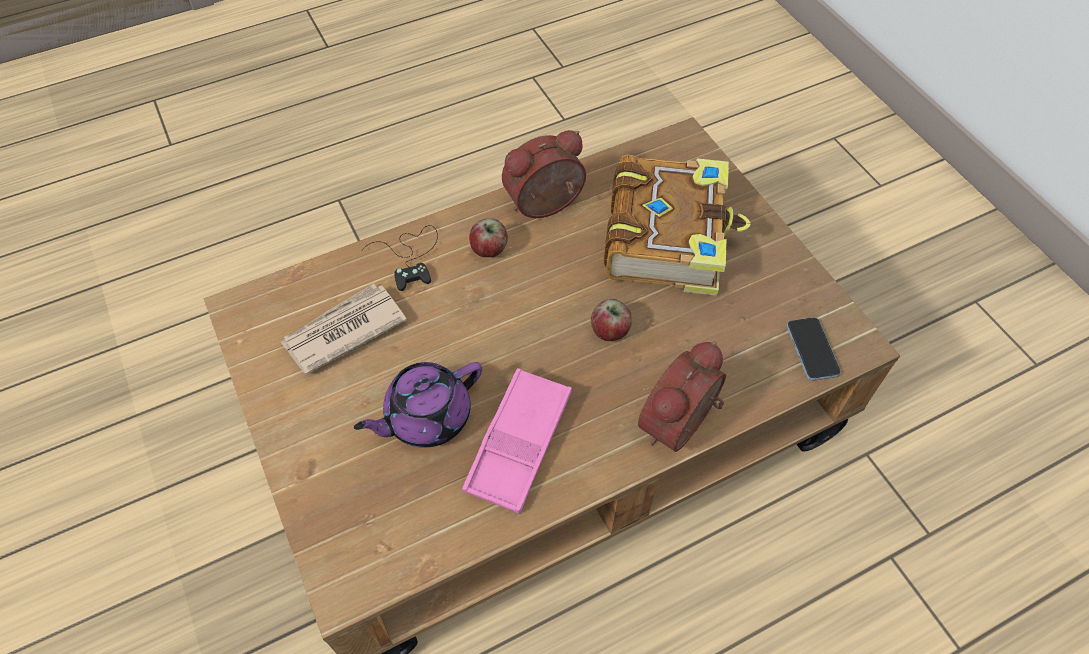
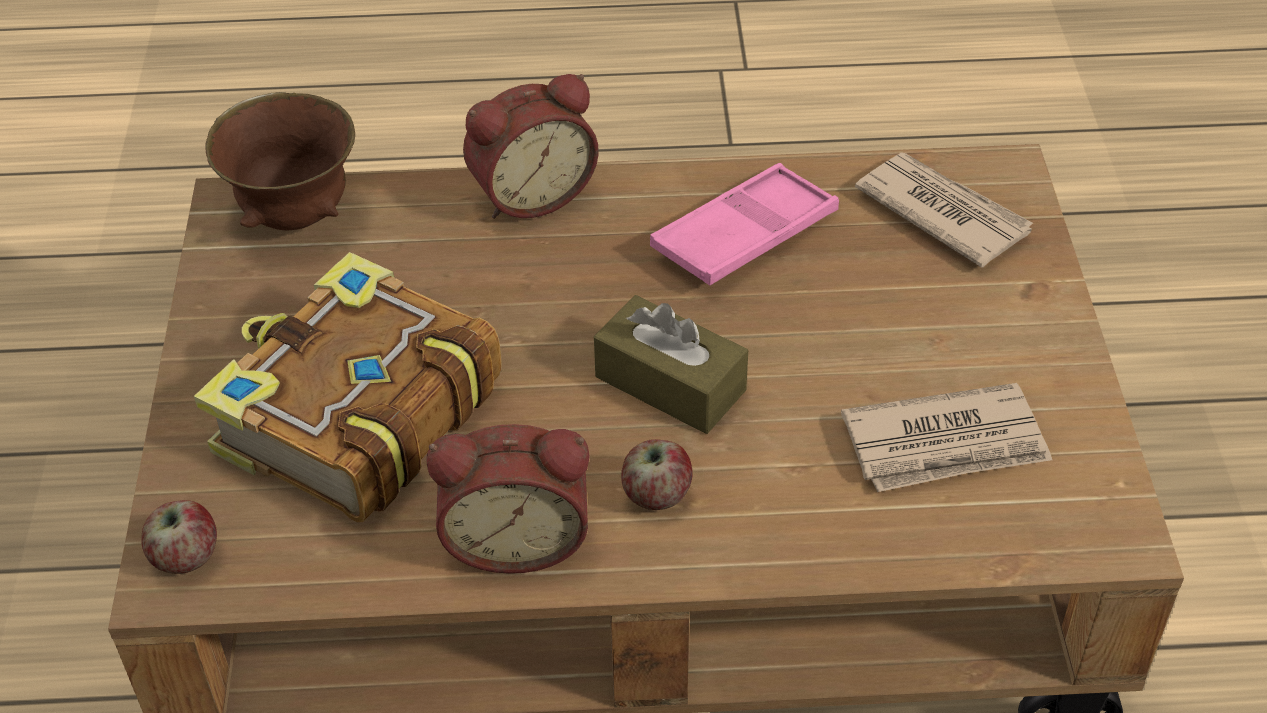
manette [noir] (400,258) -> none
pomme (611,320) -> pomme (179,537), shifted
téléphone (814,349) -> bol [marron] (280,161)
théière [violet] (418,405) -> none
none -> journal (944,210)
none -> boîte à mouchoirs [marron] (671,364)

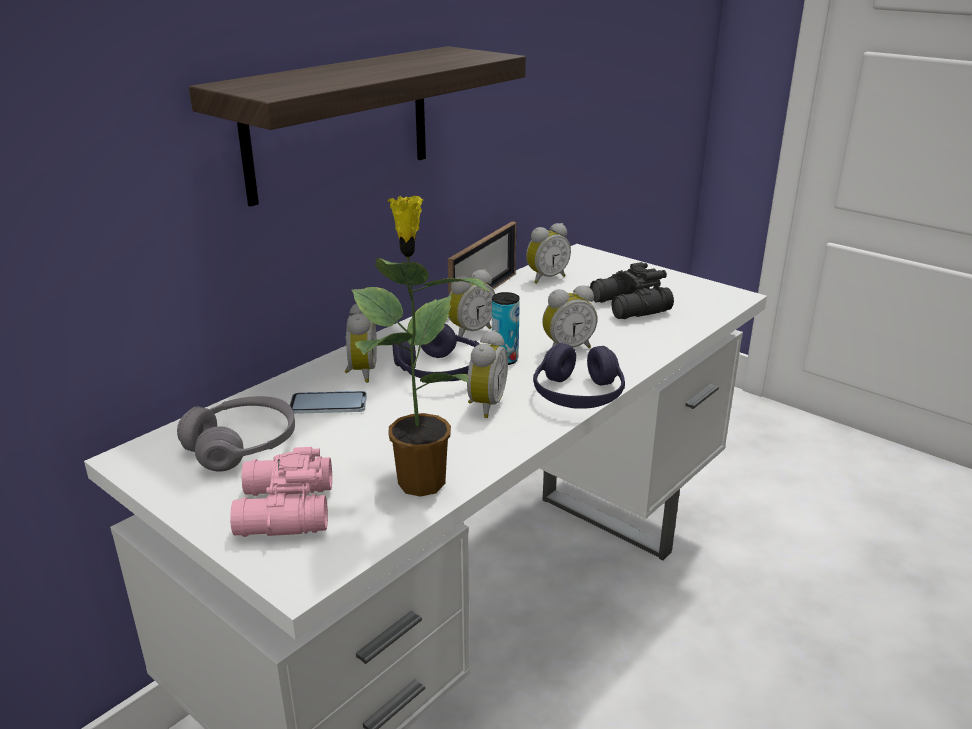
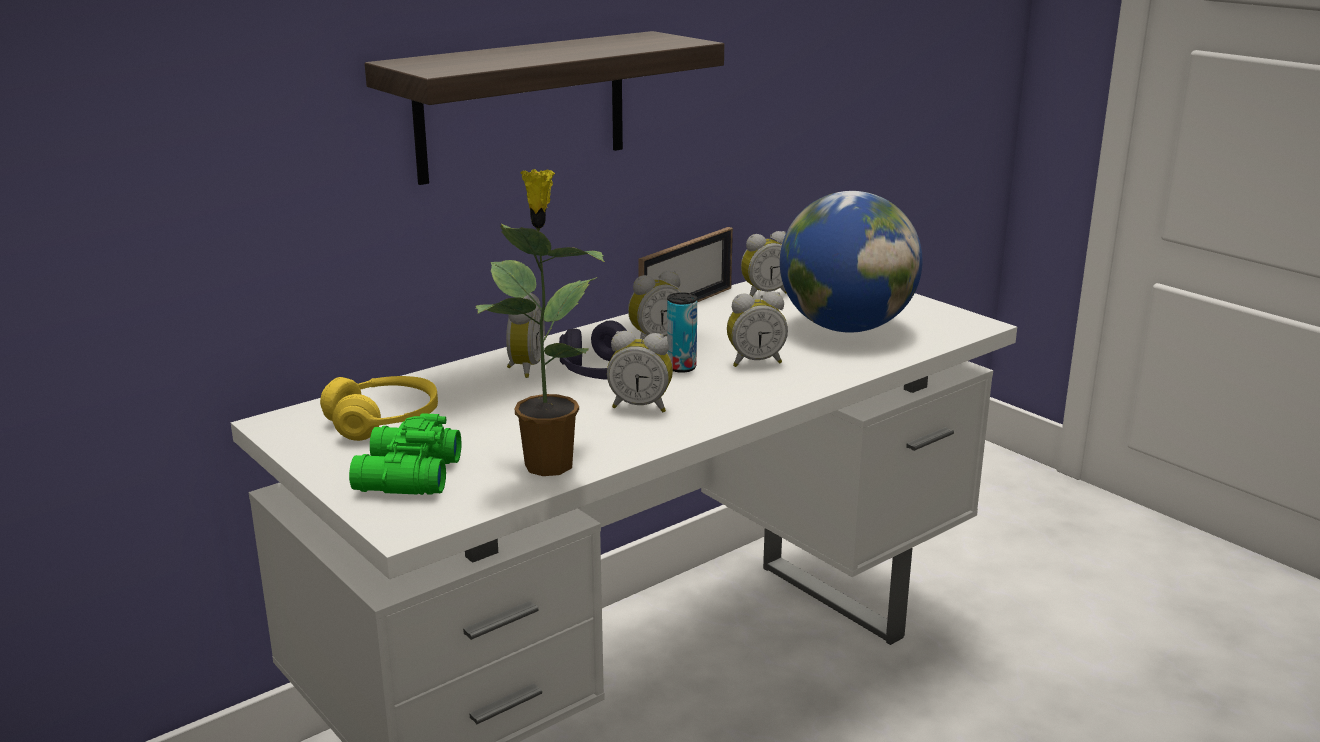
jumelles [noir] (632,290) -> globe (851,261)
réveil (487,374) -> réveil (640,371), 75 degrees clockwise
casque audio [violet] (579,376) -> none
téléphone (328,402) -> none
casque audio [gris] (236,434) -> casque audio [jaune] (379,408)
jumelles [rose] (281,492) -> jumelles [vert] (405,454)

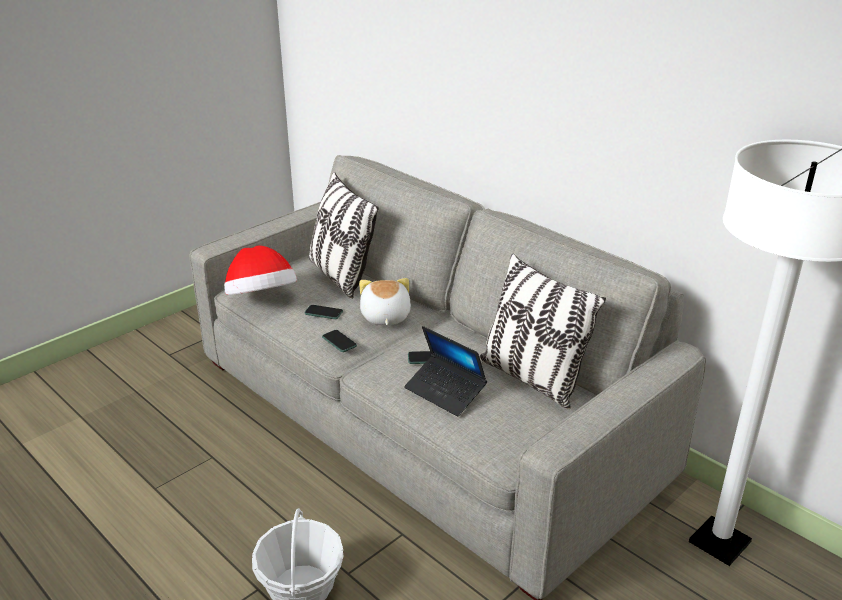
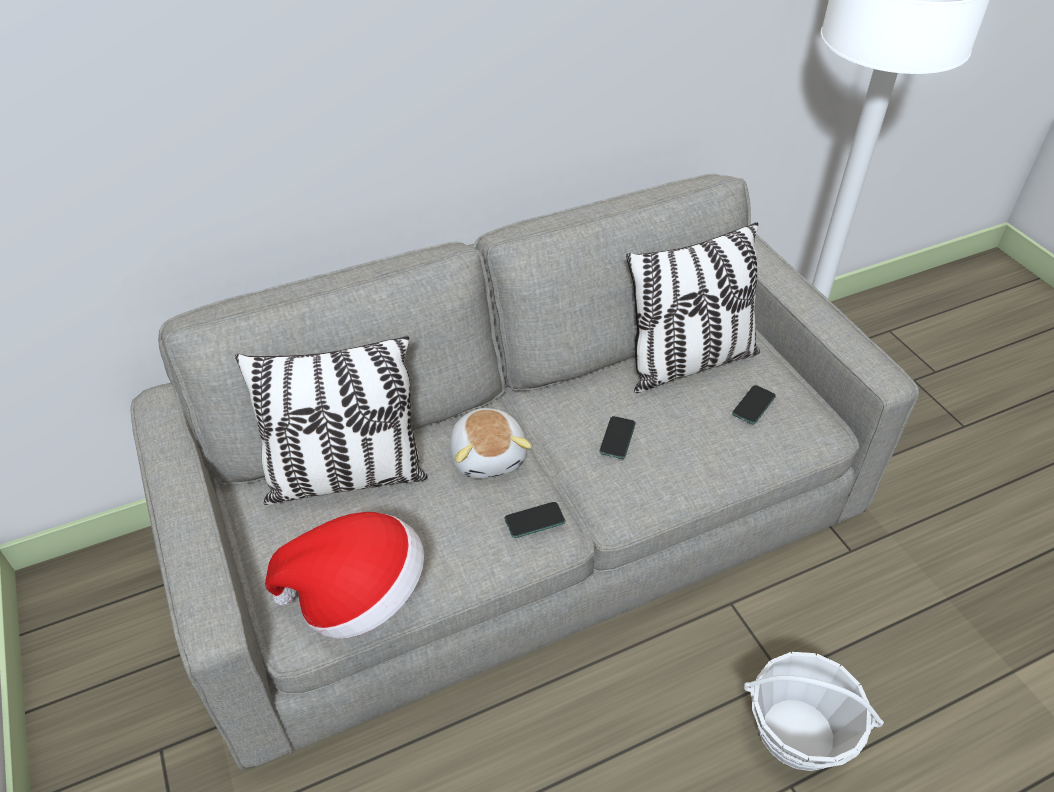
peluche (385,302) -> peluche (490,443), 120 degrees counterclockwise
téléphone (323,312) -> téléphone (754,404), shifted
ordinateur portable (445,371) -> none

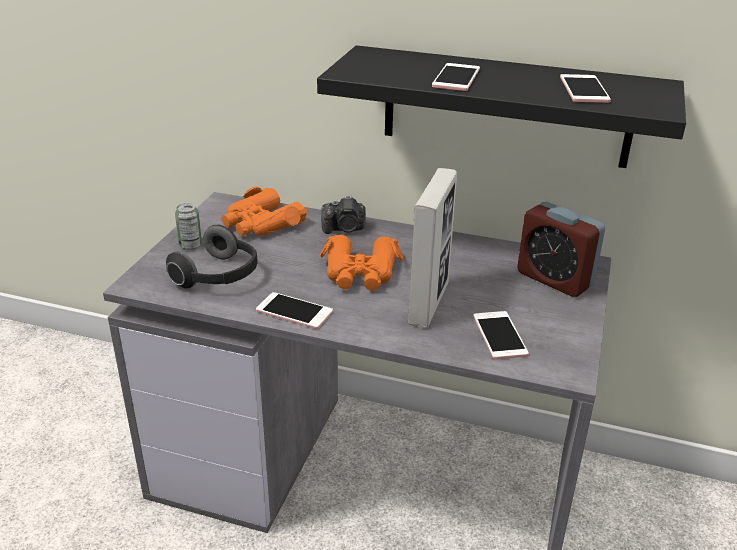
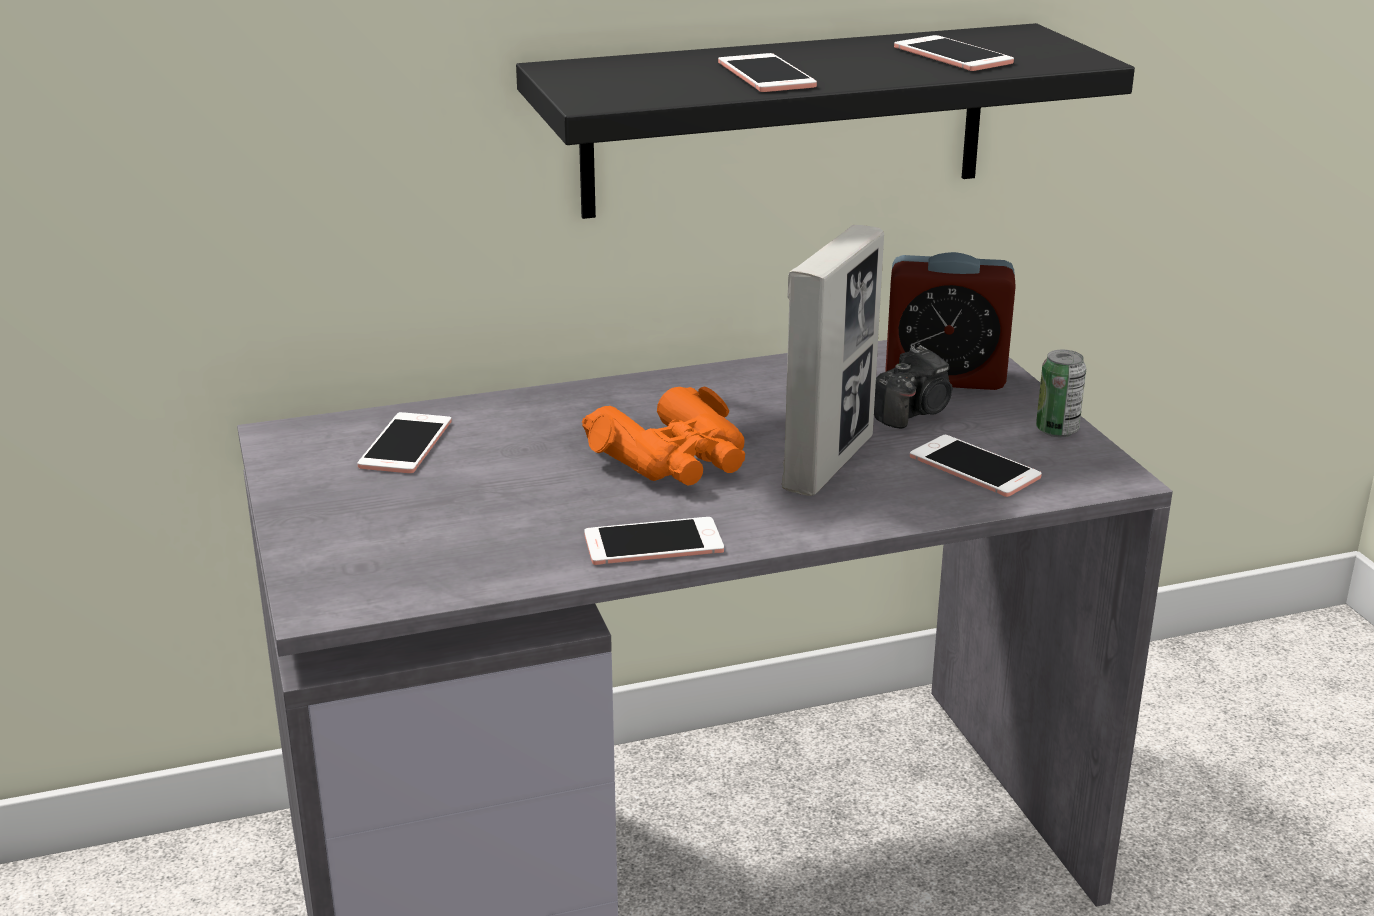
cadre photo (432,248) -> cadre photo (833,360), 45 degrees clockwise
jumelles [orange] (264,211) -> téléphone (405,442)
appareil photo (343,215) -> appareil photo (913,387), shifted
boîte métallique (188,226) -> boîte métallique (1061,393), shifted
casque audio (212,257) -> none

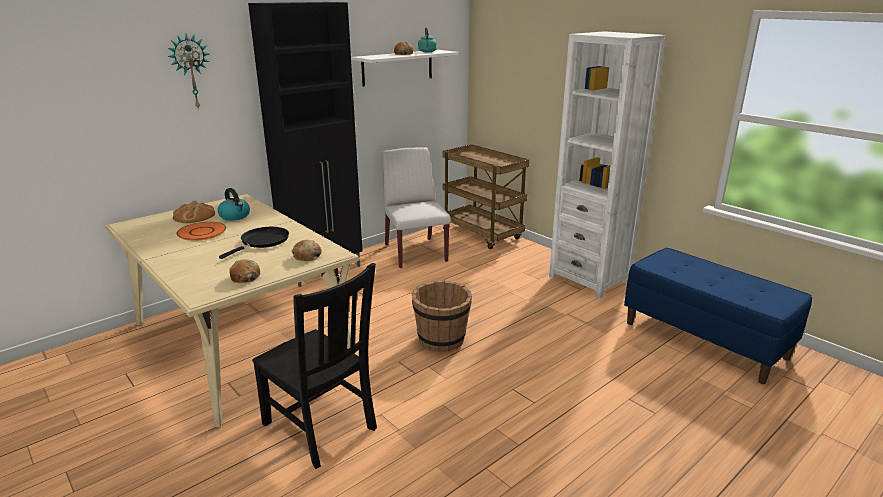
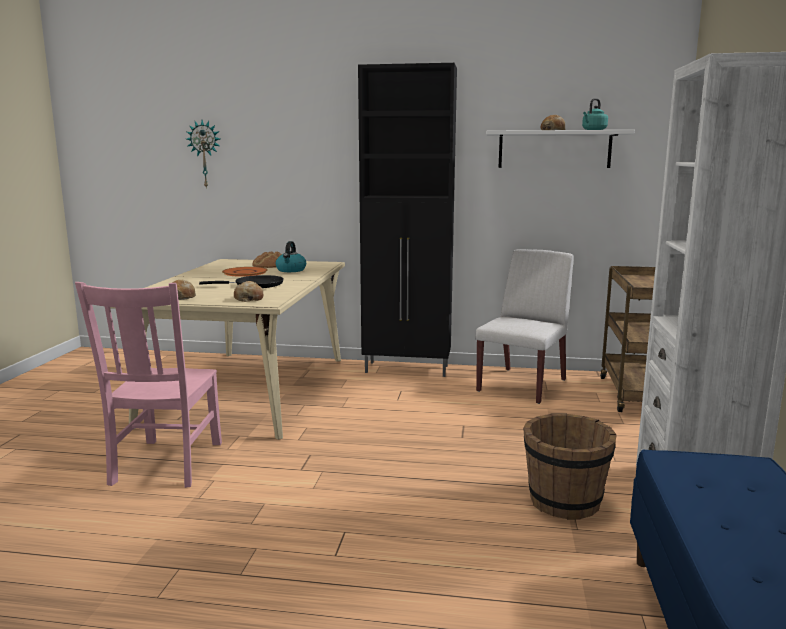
horloge murale (188,72) -> horloge murale (203,154), shifted
chaise [noir] (314,366) -> chaise [rose] (148,385)
seau [marron] (442,316) -> seau [marron] (570,466), shifted

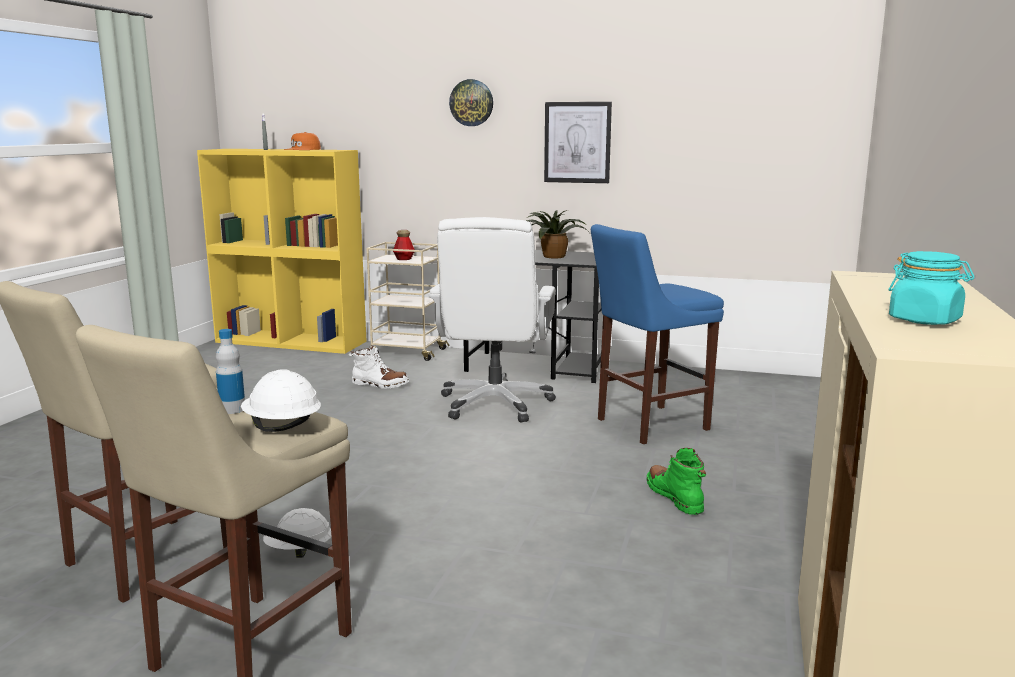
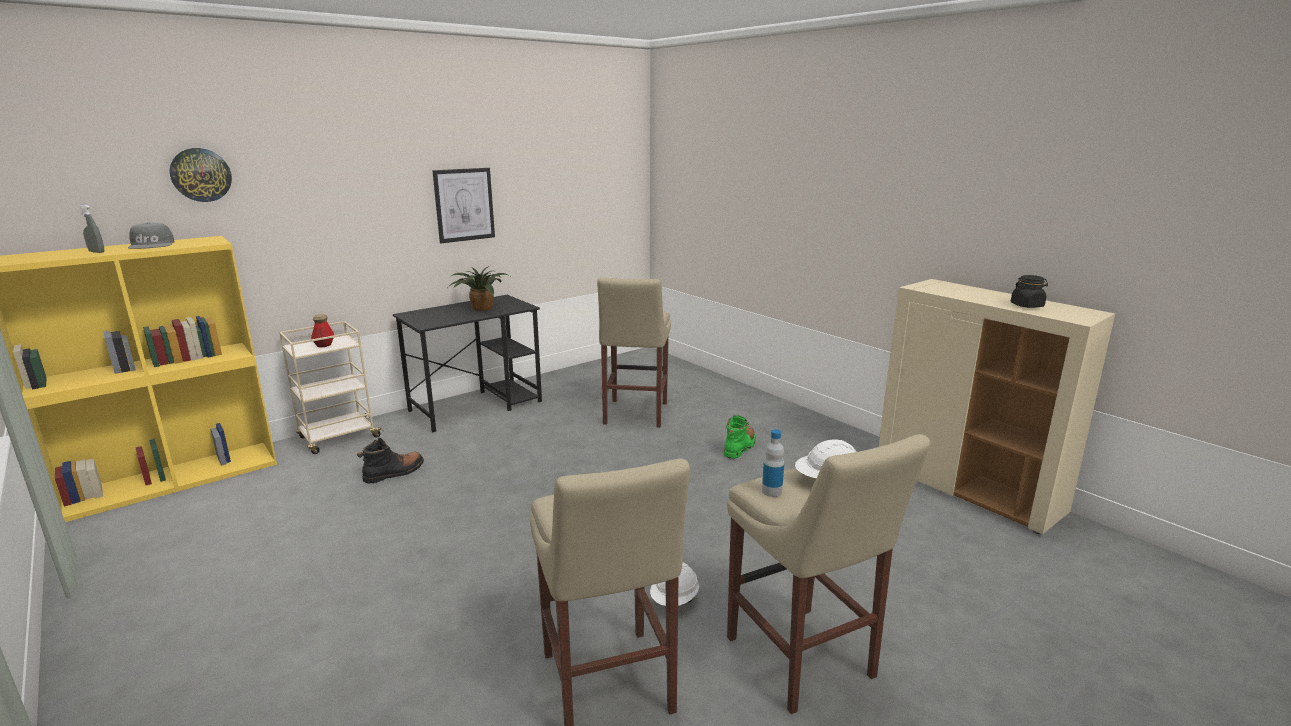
horloge murale (471,102) -> horloge murale (201,175), shifted
casquette [orange] (302,141) -> casquette [gris] (151,235)
chaise de bureau [blanc] (492,320) -> none
tabouret [bleu] (657,334) -> tabouret [beige] (634,352)
bocal [turquoise] (931,288) -> bocal [noir] (1029,291)
botte [blanc] (379,367) -> botte [noir] (390,460)
botte [vert] (676,481) -> botte [vert] (740,437), 105 degrees clockwise

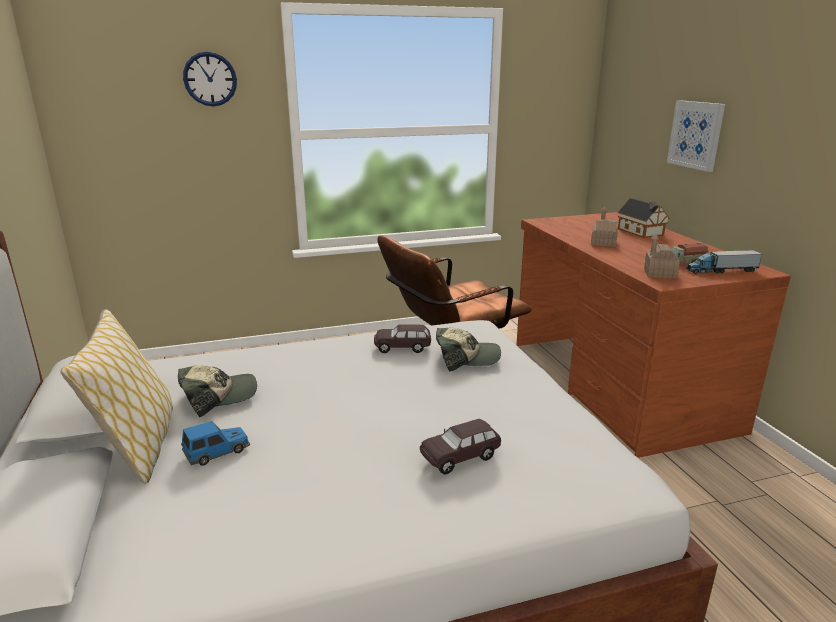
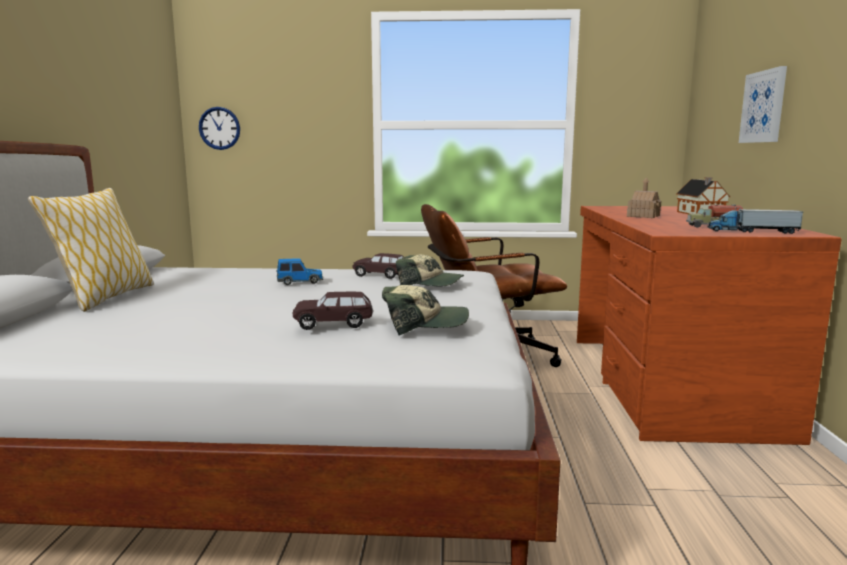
horloge murale (210,79) -> horloge murale (219,128), shifted
maison miniature (661,256) -> none
casquette (217,391) -> casquette (425,310), shifted
petite voiture (215,443) -> petite voiture (300,271), shifted

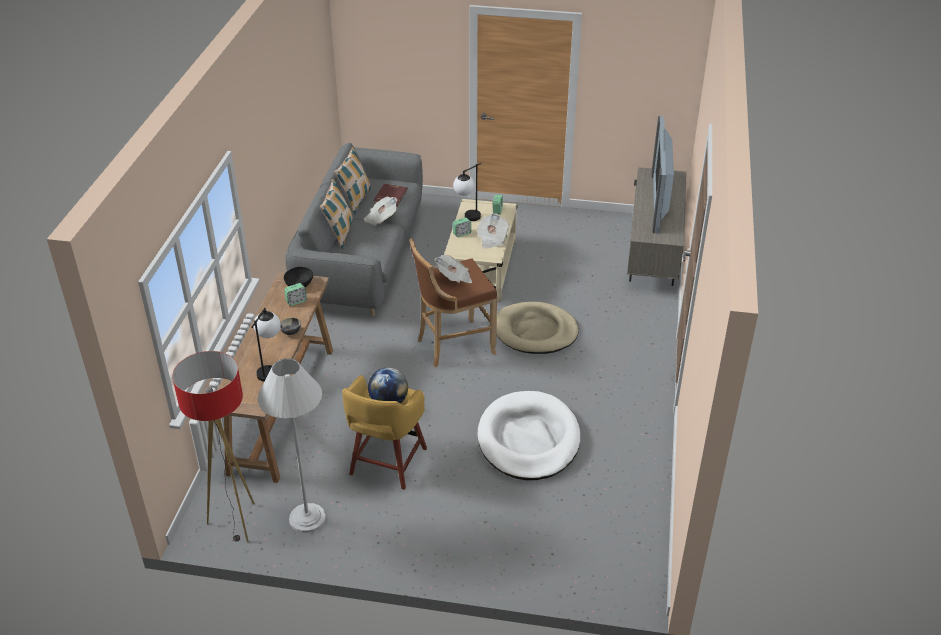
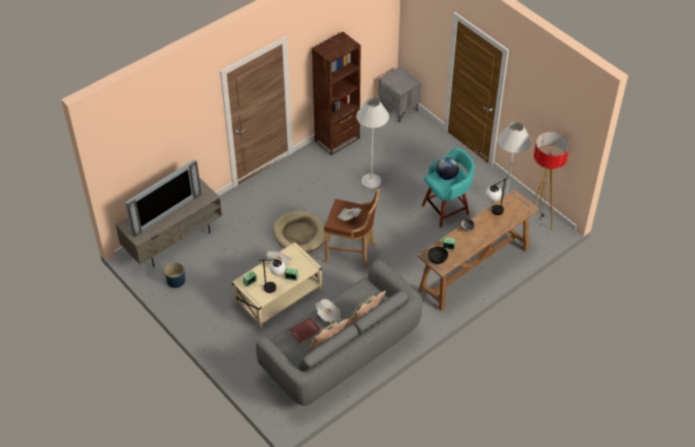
tabouret [jaune] (384,432) -> tabouret [turquoise] (448,187)
panier pour chien [blanc] (529,435) -> lampadaire [blanc] (372,143)
none -> bibliothèque [marron] (336,93)
none -> table de chevet [gris] (400,94)
none -> cache-pot [bleu] (175,275)

